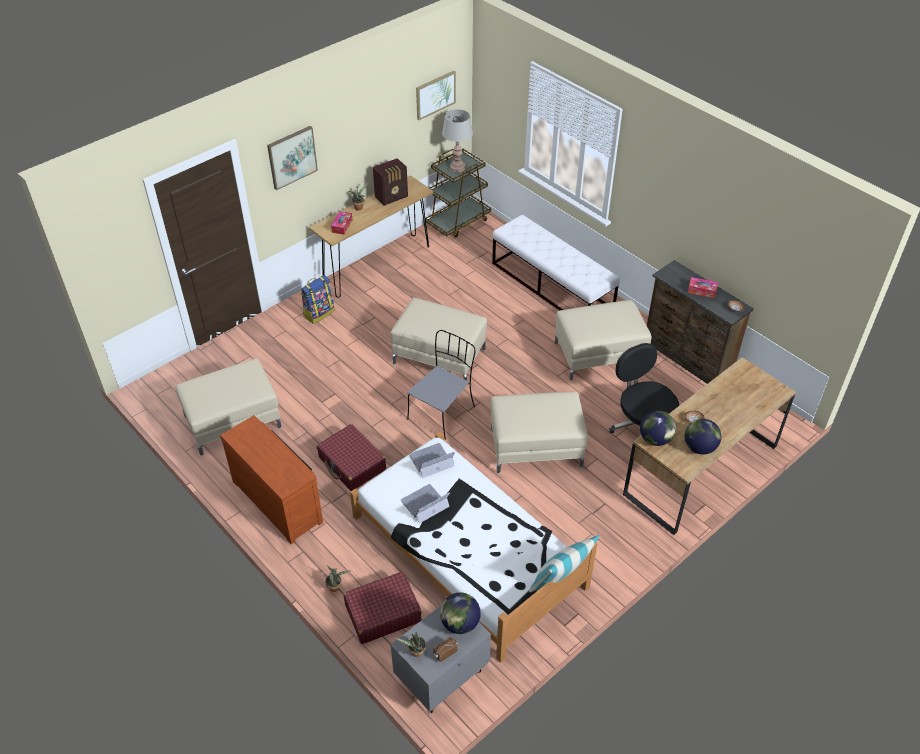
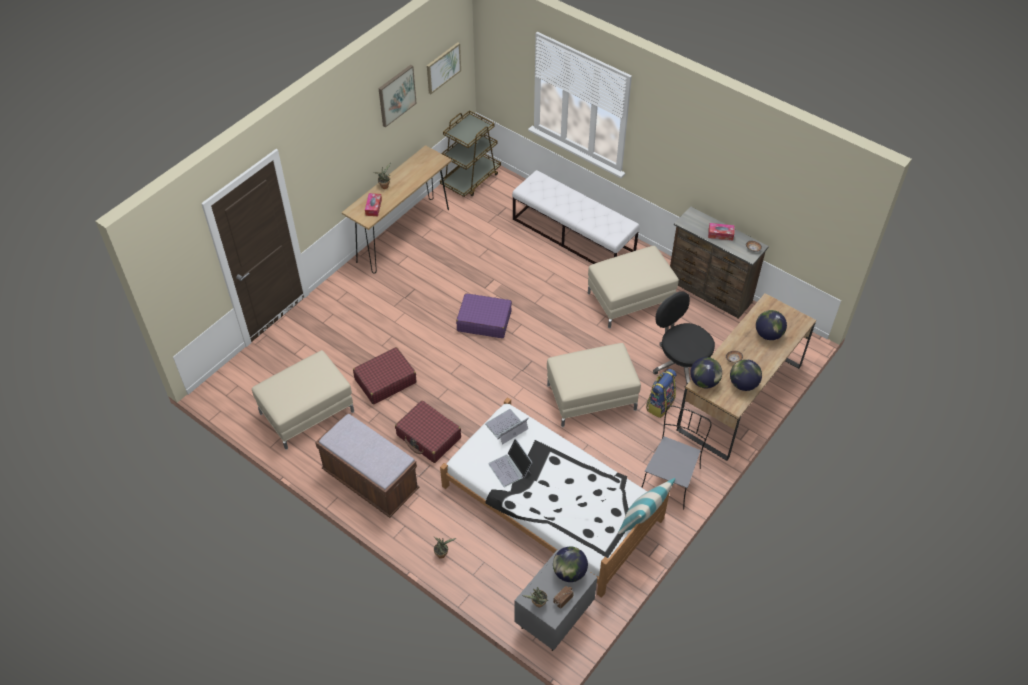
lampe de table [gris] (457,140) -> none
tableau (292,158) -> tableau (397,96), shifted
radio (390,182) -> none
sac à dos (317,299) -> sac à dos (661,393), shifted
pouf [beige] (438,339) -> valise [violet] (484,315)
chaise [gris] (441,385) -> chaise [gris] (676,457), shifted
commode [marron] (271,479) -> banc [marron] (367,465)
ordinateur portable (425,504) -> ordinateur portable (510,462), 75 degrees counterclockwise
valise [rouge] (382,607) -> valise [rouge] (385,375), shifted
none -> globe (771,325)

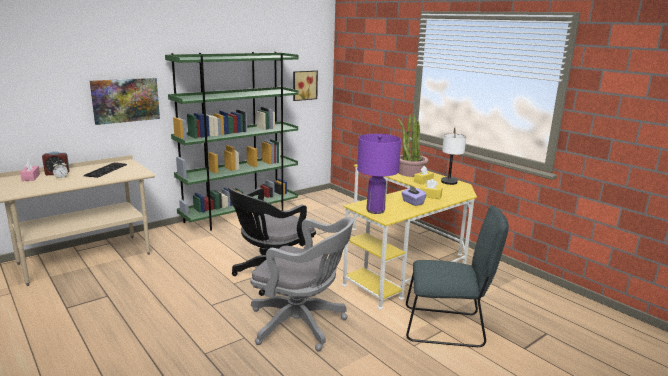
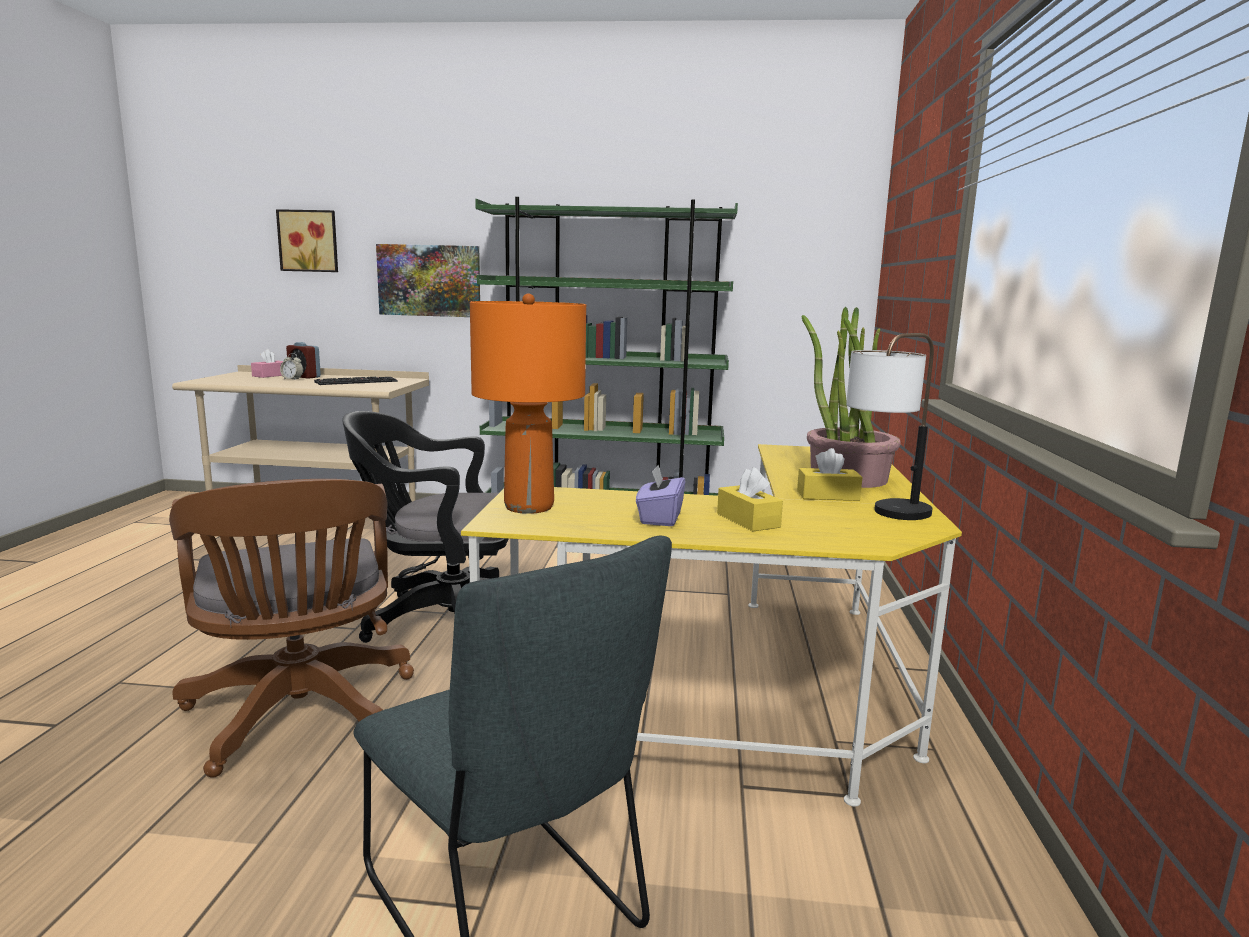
tableau (305,85) -> tableau (307,240), shifted
lampe de table [violet] (379,174) -> lampe de table [orange] (528,403)
chaise de bureau [gris] (302,284) -> chaise de bureau [marron] (291,628)

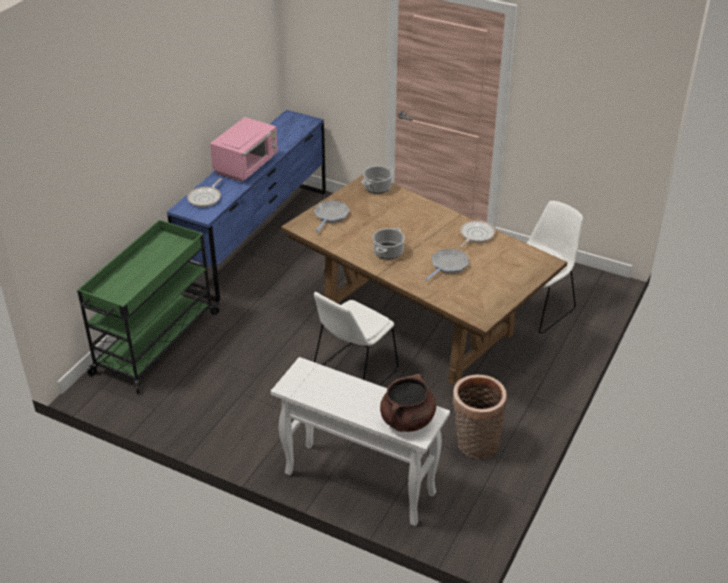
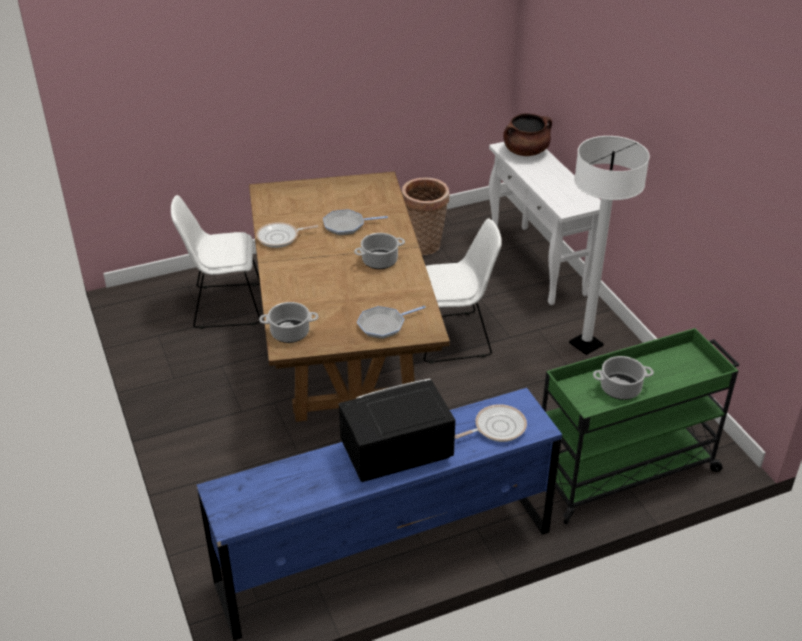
micro-ondes [rose] (244,149) -> micro-ondes [noir] (397,430)
none -> lampadaire [blanc] (609,245)
none -> marmite (623,378)

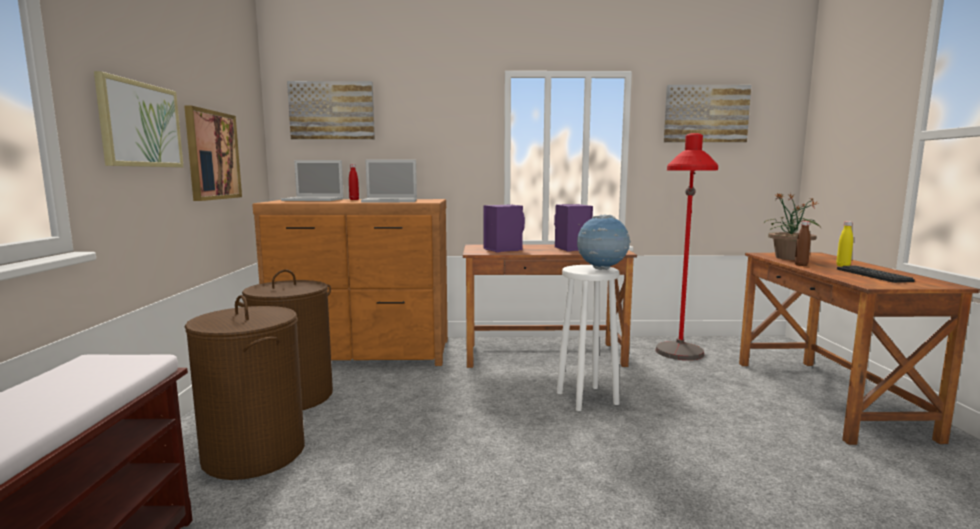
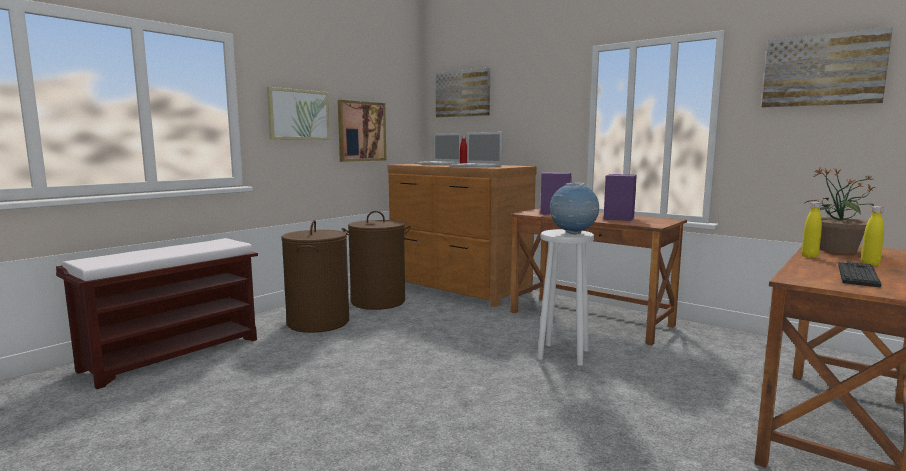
lampadaire [rouge] (686,246) -> none
bouteille [marron] (803,243) -> bouteille [jaune] (812,230)

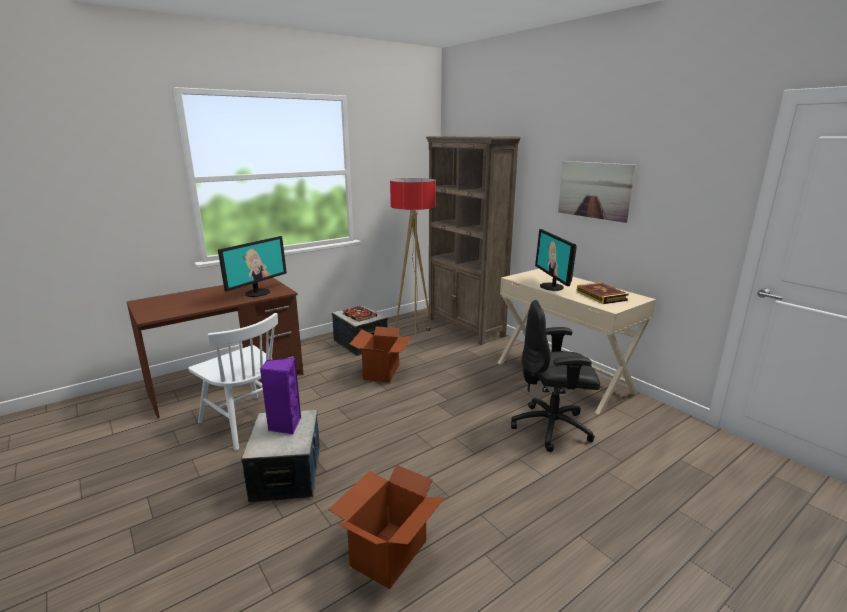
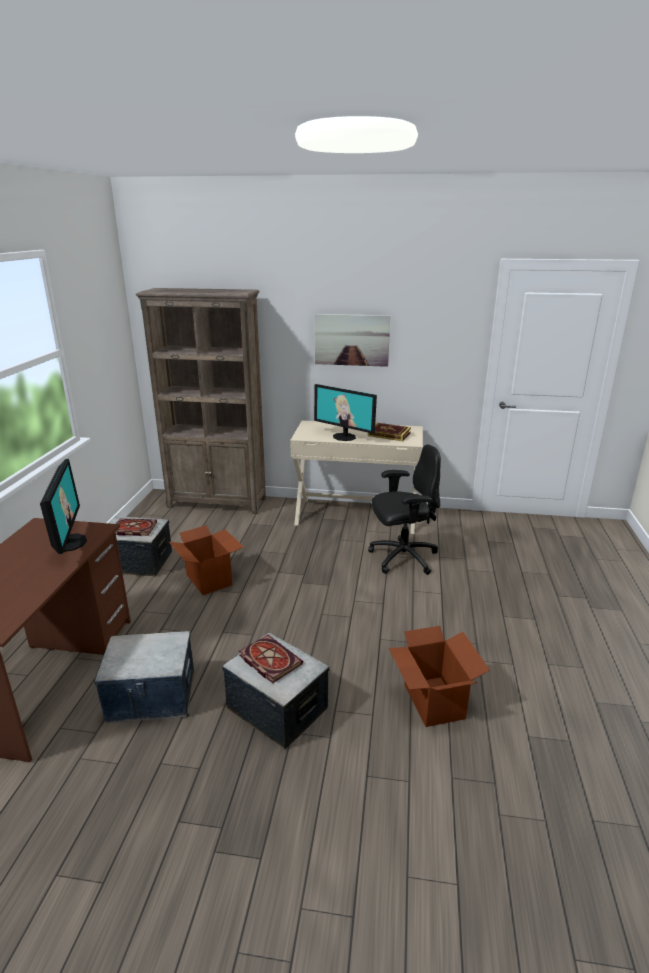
lampadaire (413,258) -> none
chaise de bureau [noir] (555,376) -> chaise de bureau [noir] (404,509), 150 degrees counterclockwise
chaise [blanc] (233,381) -> boîte de rangement (144,677)
enceinte [violet] (280,396) -> livre (271,659)

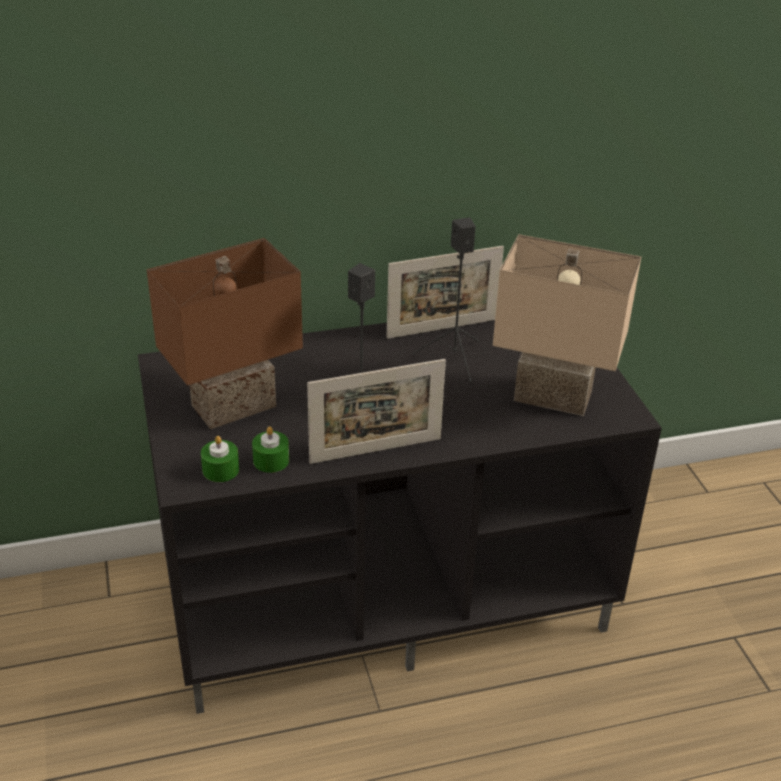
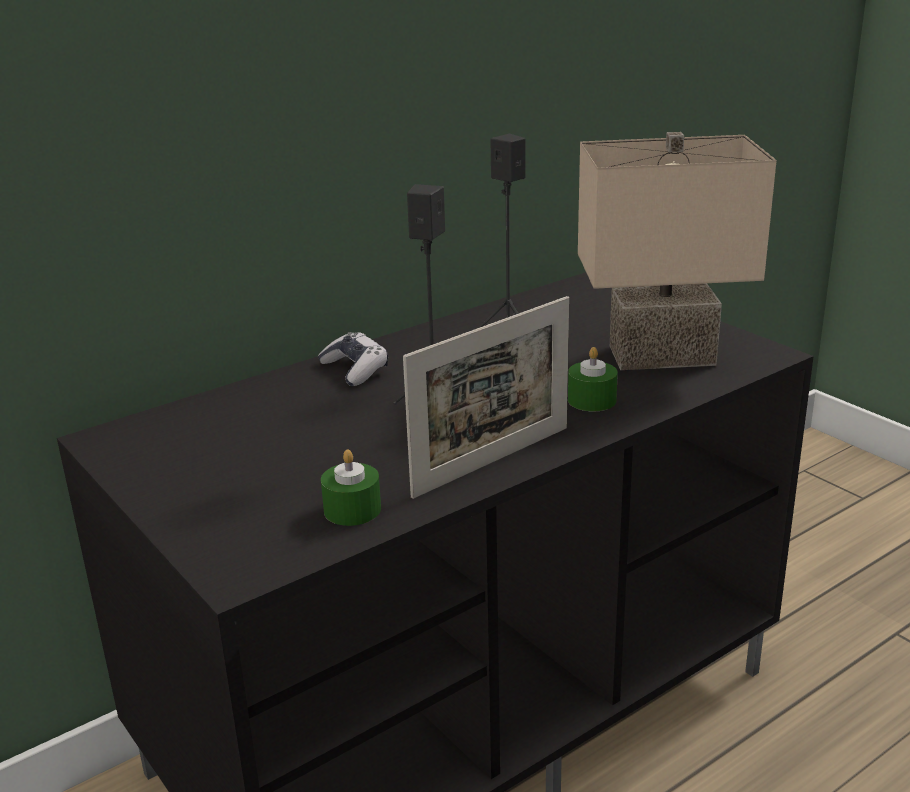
lampe de table [marron] (225,333) -> none
cadre photo (445,292) -> none
bougie [vert] (220,459) -> bougie [vert] (593,379), shifted
none -> manette (352,359)

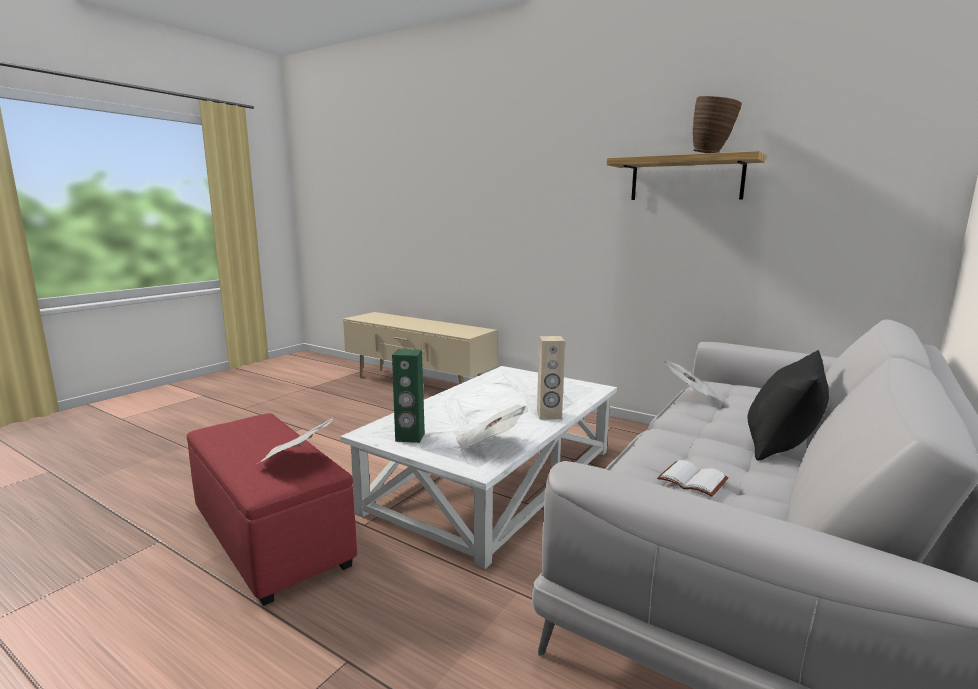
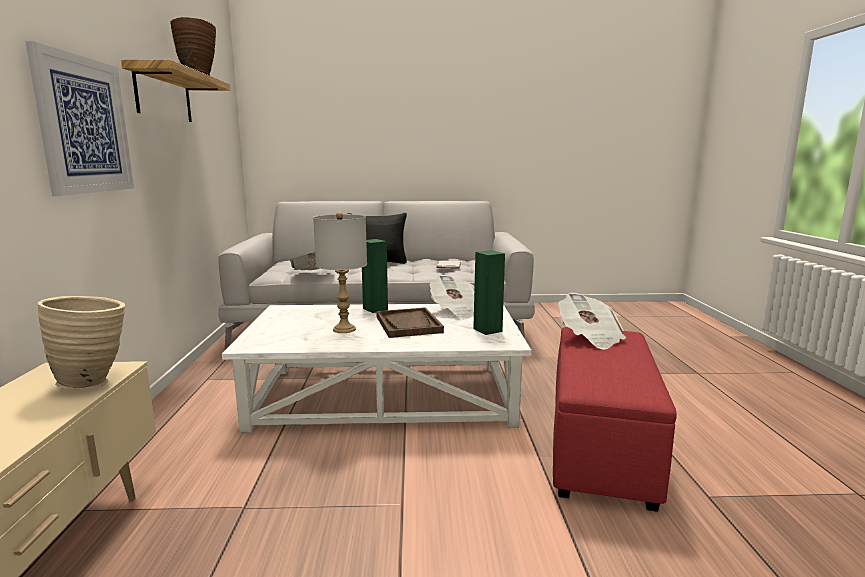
enceinte [beige] (551,378) -> enceinte [vert] (375,276)
none -> tableau (79,118)
none -> lampe de table [gris] (340,272)
none -> vase [beige] (81,342)
none -> plateau [marron] (410,322)

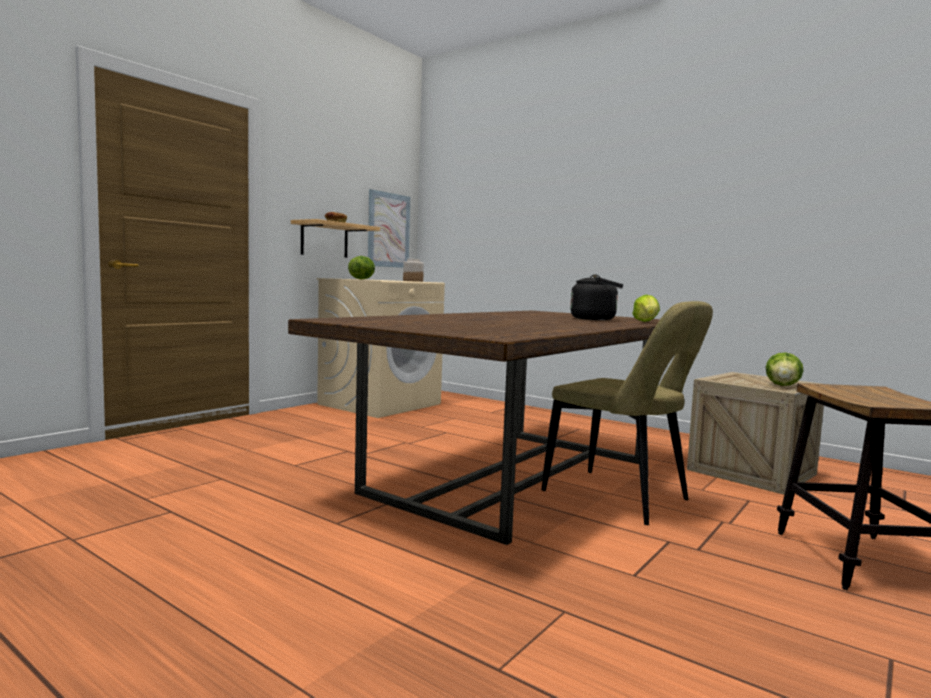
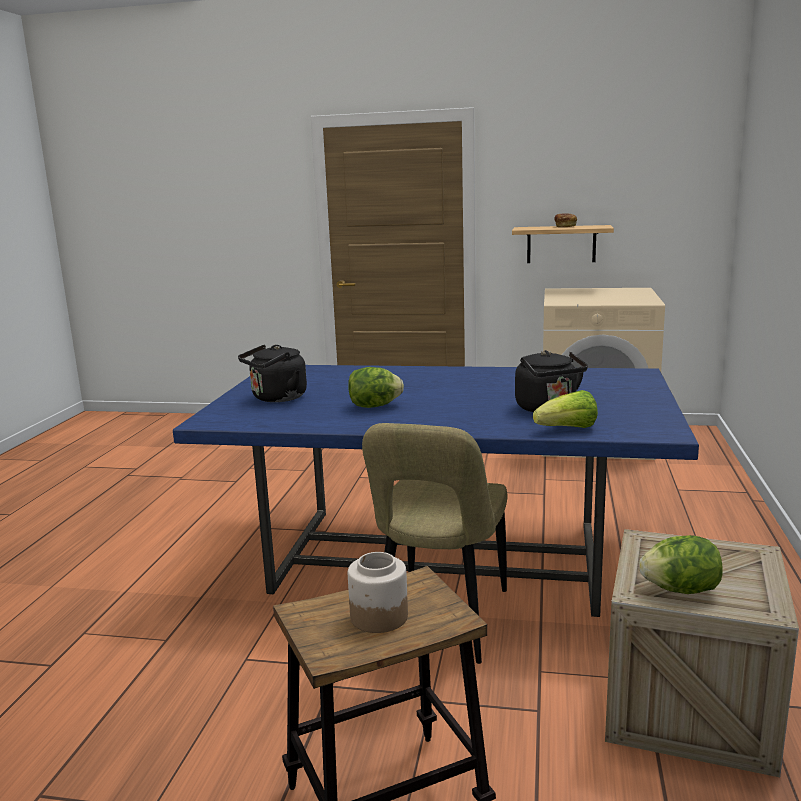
tableau (389,228) -> none
laitue (361,268) -> laitue (376,387), shifted
bocal (413,270) -> bocal (378,592), shifted
table à manger [marron] (474,428) -> table à manger [bleu] (436,491)
none -> bouilloire [noir] (272,373)

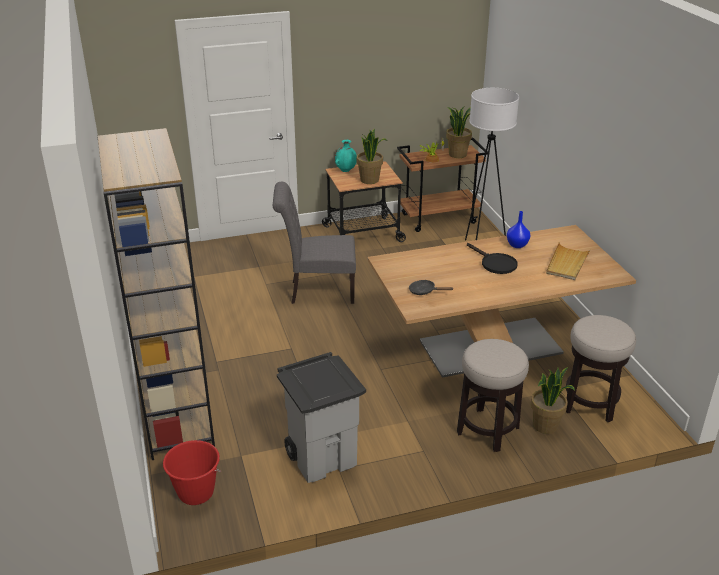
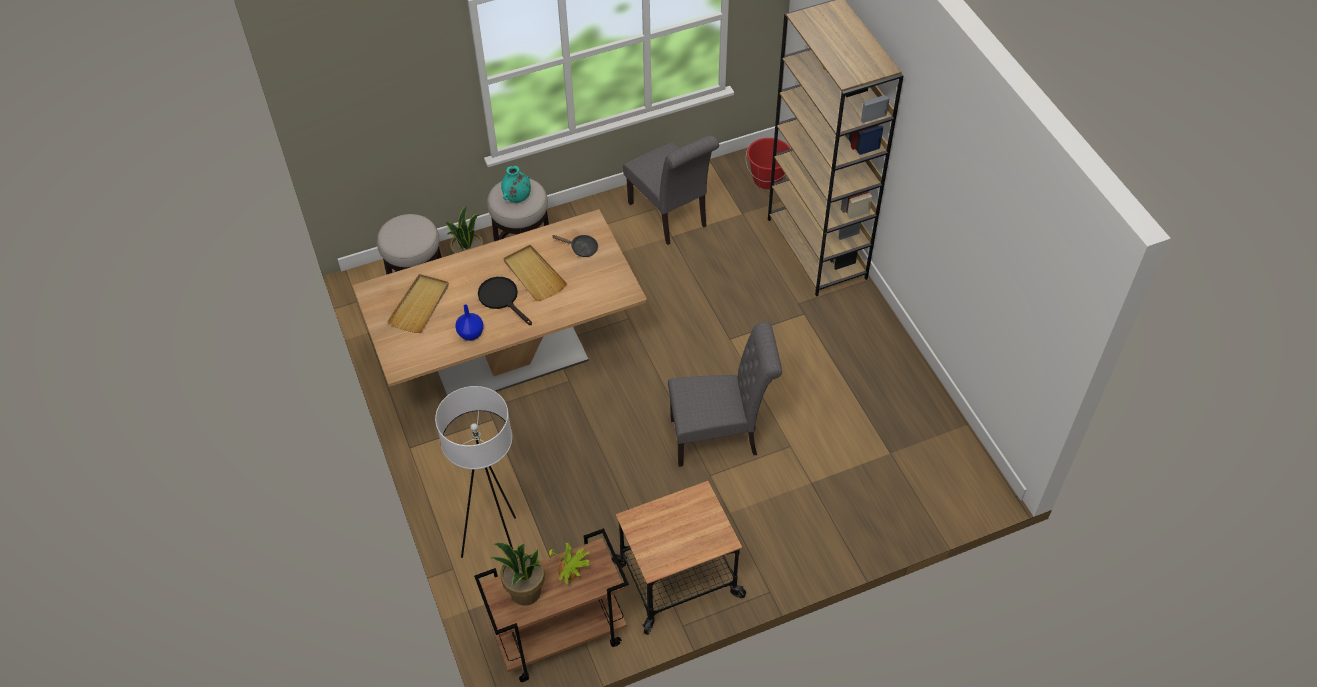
plante en pot (372,156) -> none
vase [turquoise] (346,156) -> vase [turquoise] (516,184), shifted
poubelle [gris] (321,417) -> chaise [gris] (671,190)
none -> plateau [beige] (535,273)

